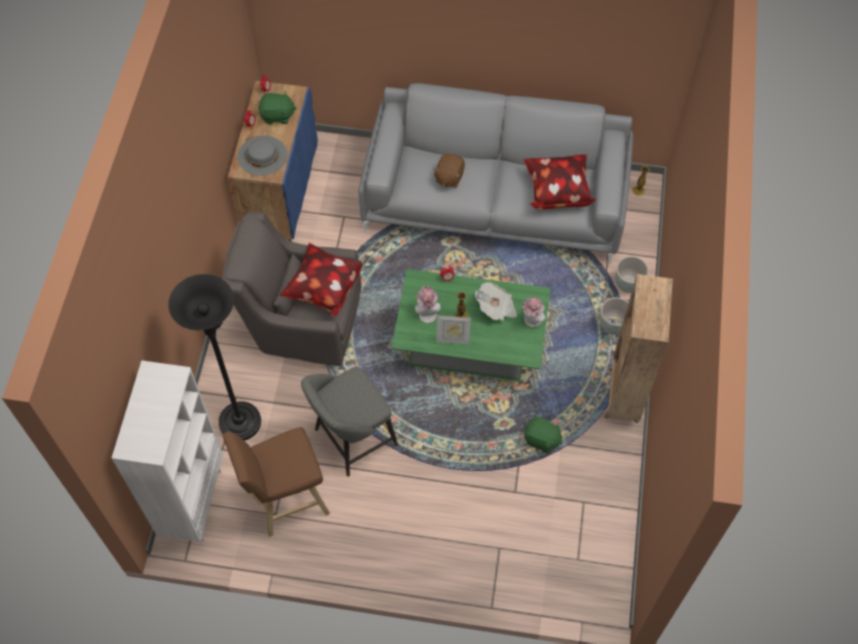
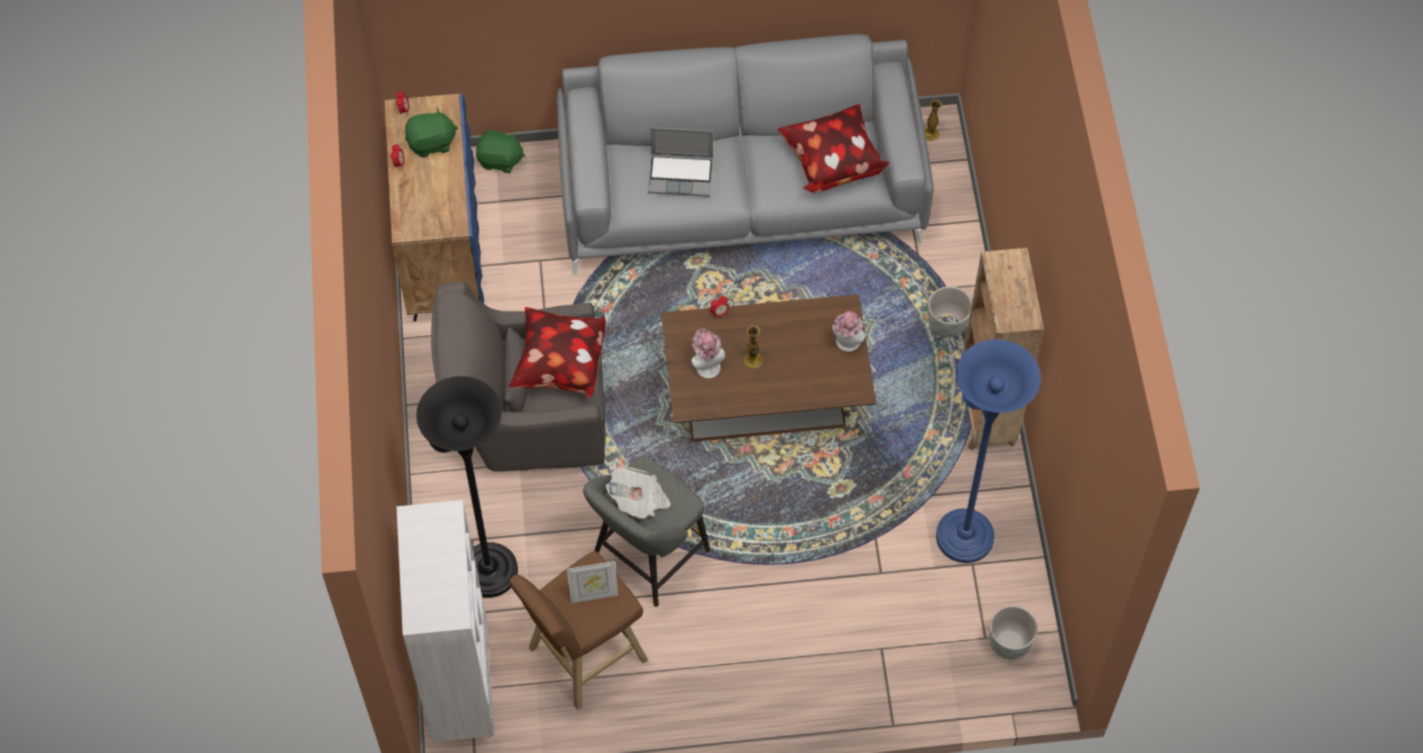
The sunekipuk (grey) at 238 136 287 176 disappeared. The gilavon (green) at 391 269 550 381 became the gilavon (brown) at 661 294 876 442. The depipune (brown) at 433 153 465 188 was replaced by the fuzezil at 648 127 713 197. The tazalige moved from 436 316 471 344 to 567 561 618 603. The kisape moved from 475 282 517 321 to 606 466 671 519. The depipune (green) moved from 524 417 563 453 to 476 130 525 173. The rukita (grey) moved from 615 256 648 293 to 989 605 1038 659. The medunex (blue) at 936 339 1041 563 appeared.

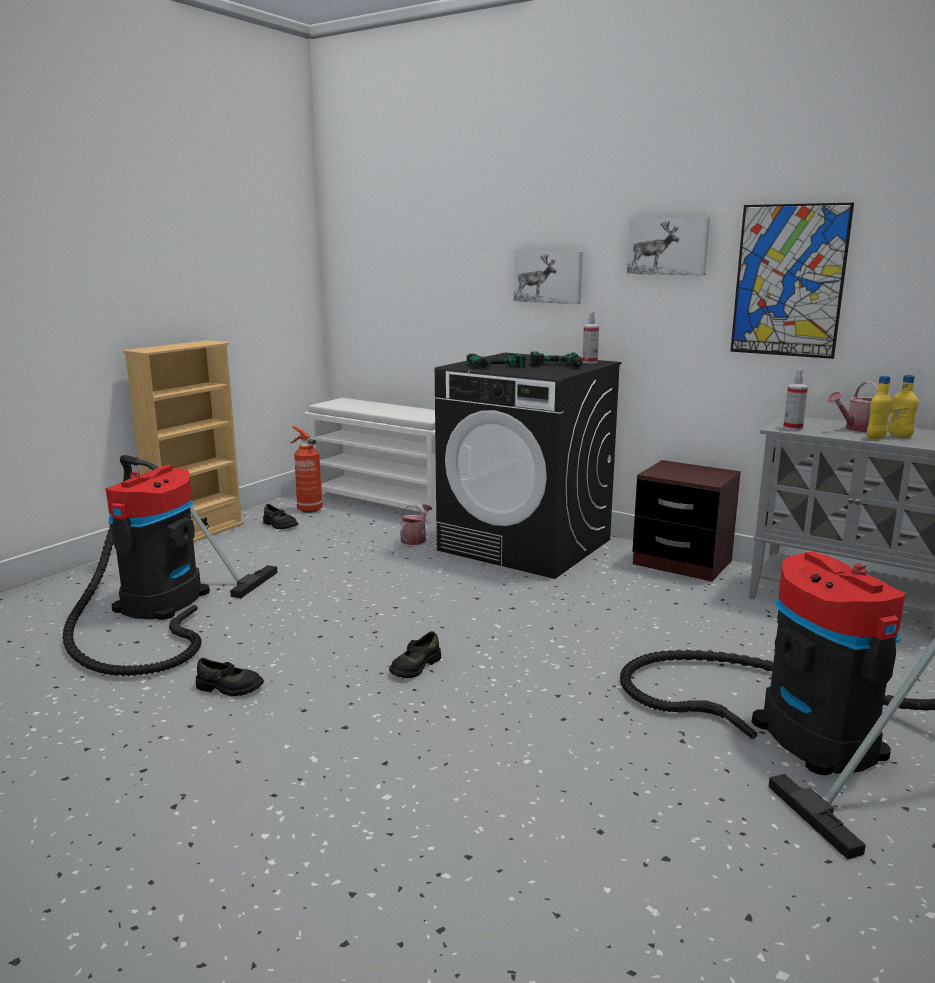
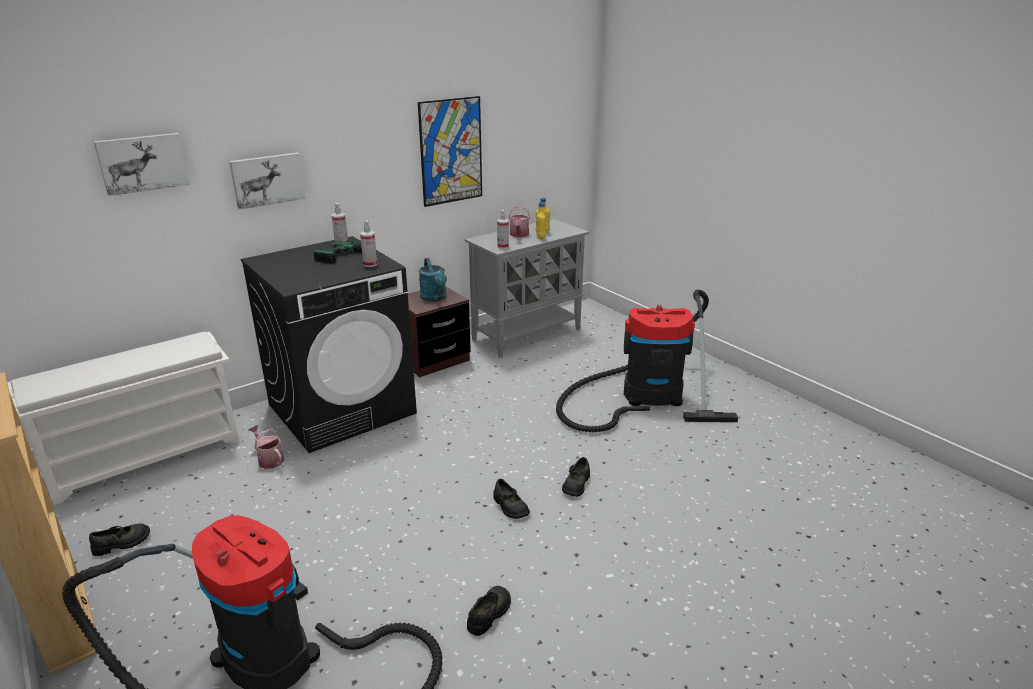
The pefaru at 291 426 323 513 disappeared. The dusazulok at 466 353 525 368 disappeared. The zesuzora moved from 627 217 710 276 to 94 133 190 196. The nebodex at 360 220 377 267 appeared. The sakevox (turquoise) at 419 258 447 302 appeared. The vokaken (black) at 562 457 590 497 appeared.

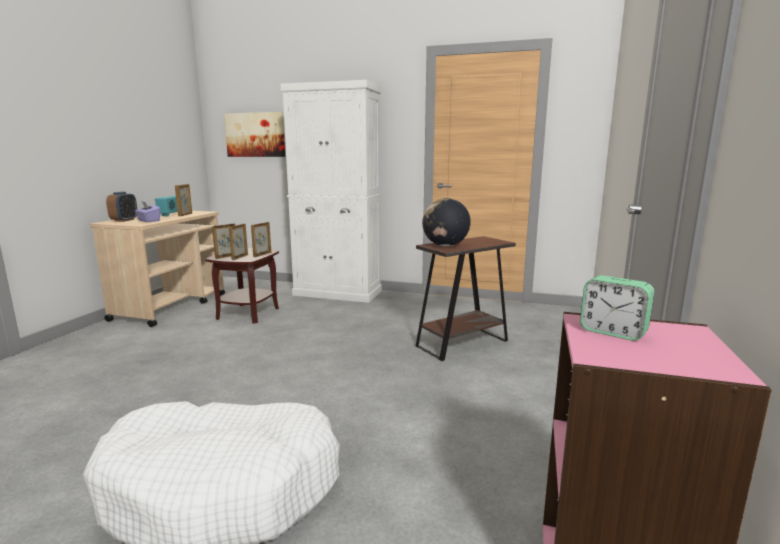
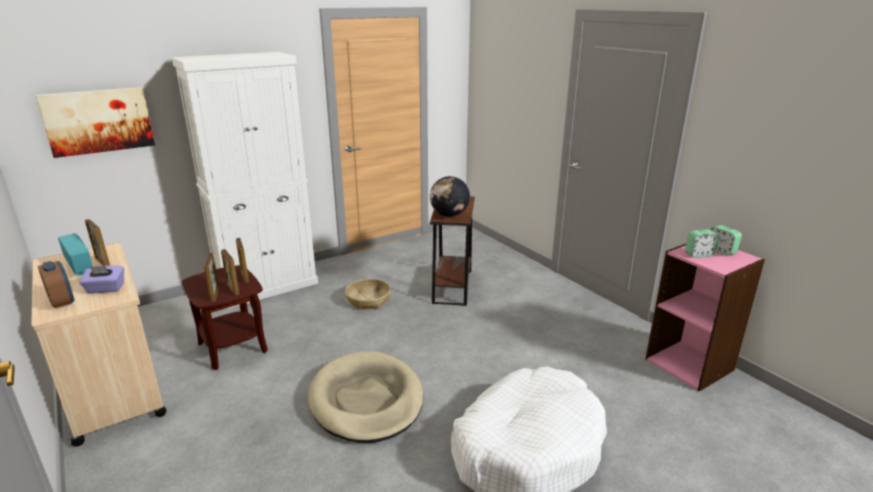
The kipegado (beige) at 308 351 423 443 appeared. The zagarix at 345 279 391 310 appeared. The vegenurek at 710 225 742 256 appeared.

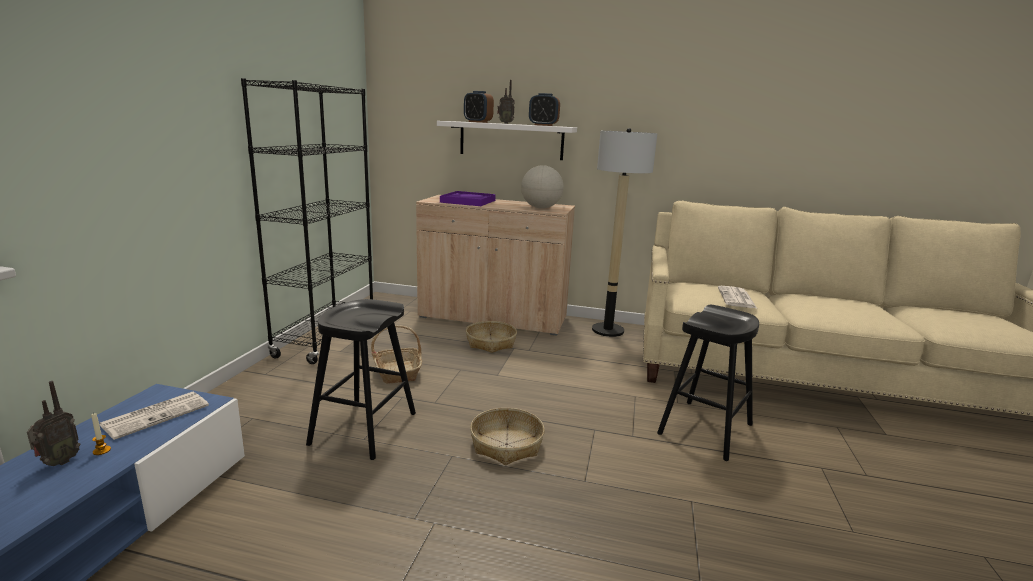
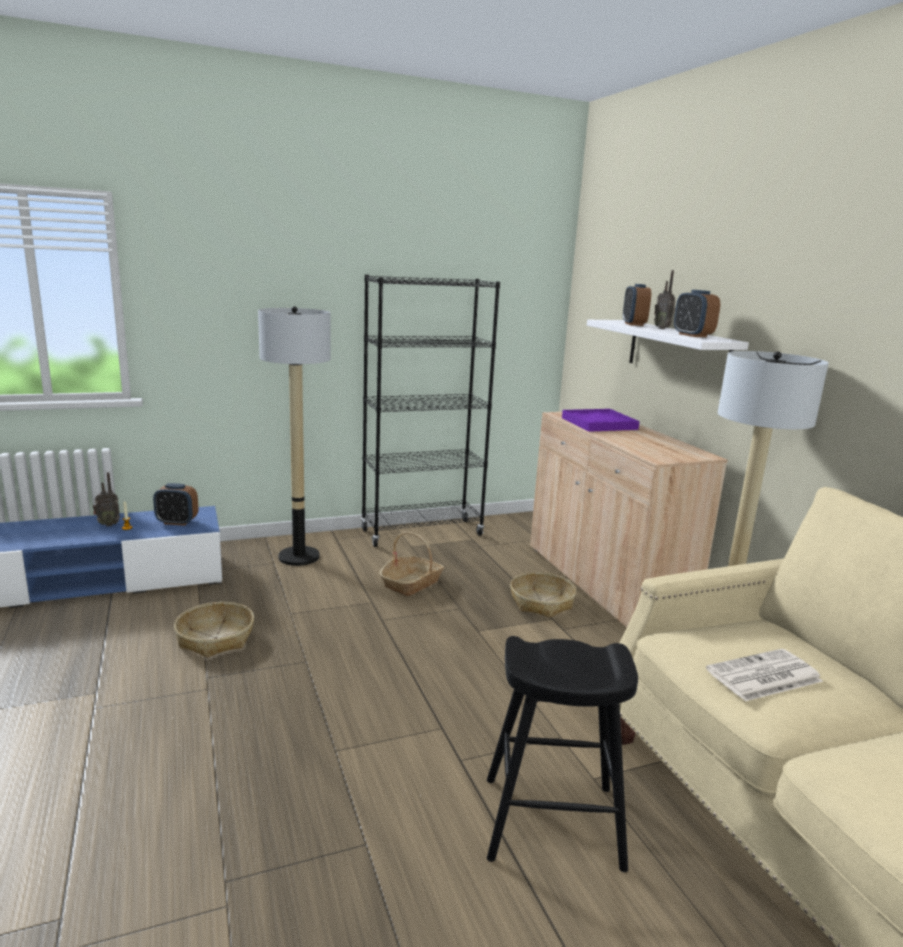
The kisape at 99 392 209 440 was replaced by the vegenurek at 153 483 198 526. The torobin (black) at 306 299 416 460 disappeared. The zagarix moved from 470 408 545 465 to 174 602 254 658. The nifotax at 521 165 564 209 disappeared. The medunex at 258 306 331 566 appeared.

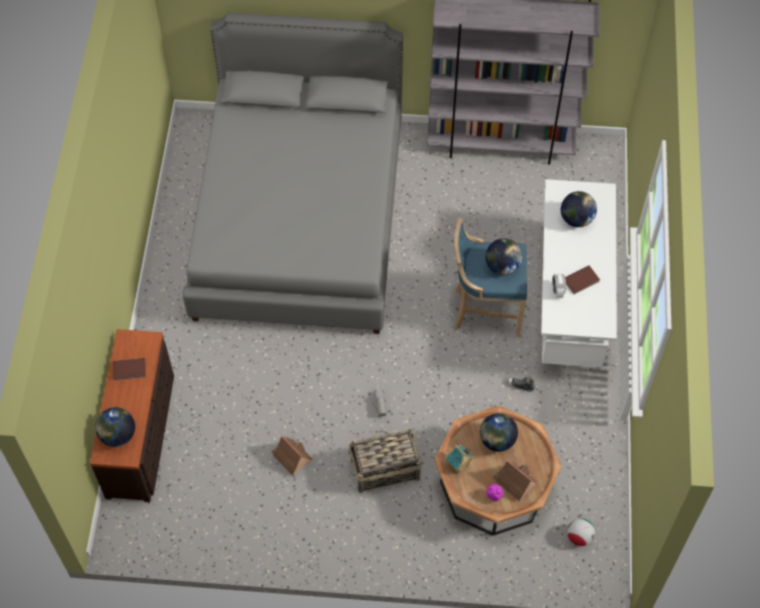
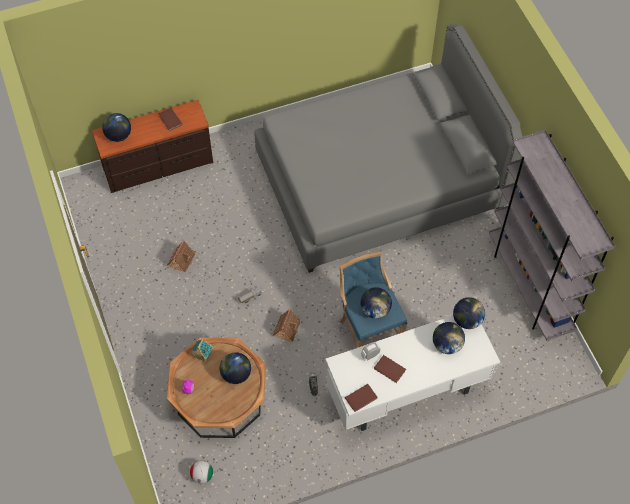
The zagarix at 349 429 422 493 disappeared. The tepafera moved from 493 460 538 501 to 273 308 300 342. The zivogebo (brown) at 345 384 378 412 appeared. The nifotax at 453 297 485 329 appeared.

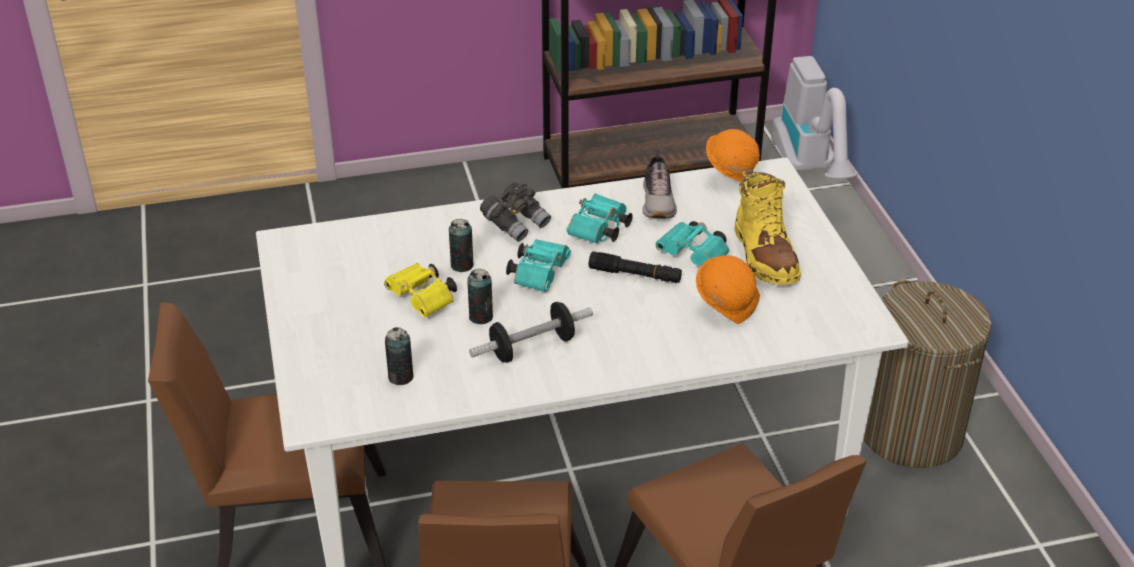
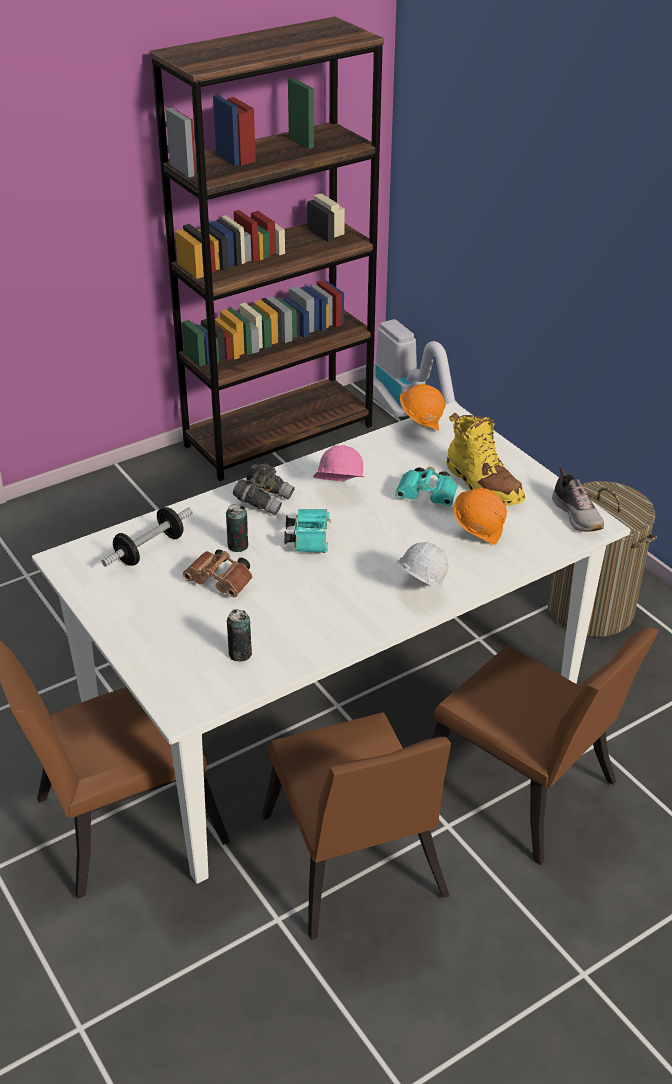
The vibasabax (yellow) at 384 263 457 317 became the vibasabax (brown) at 183 549 253 597. The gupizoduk at 467 269 493 324 disappeared. The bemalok moved from 469 302 593 363 to 101 507 193 567. The vibasabax (turquoise) at 566 193 633 243 was replaced by the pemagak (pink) at 313 445 364 482. The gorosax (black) at 589 251 682 283 disappeared. The vokaken moved from 643 149 677 218 to 552 467 604 532. The pemagak (white) at 397 542 448 587 appeared.

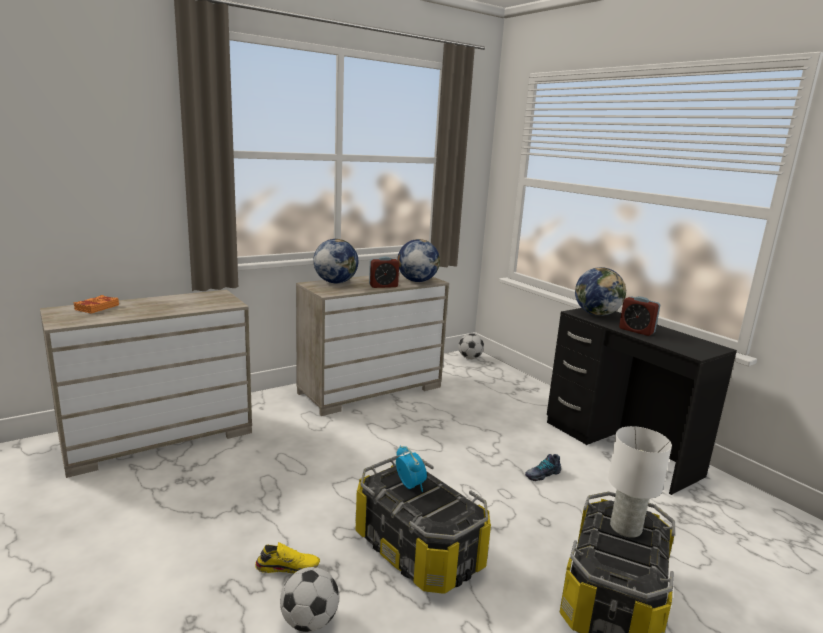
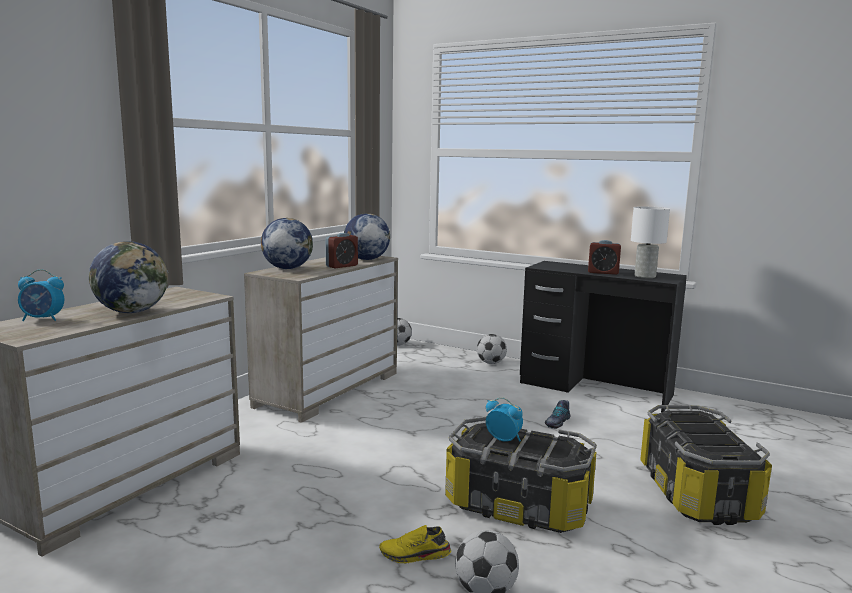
The zivogebo (orange) at 73 295 119 314 was replaced by the vegenurek at 18 269 64 321. The vokaken (yellow) at 255 542 320 574 turned 150 degrees counterclockwise. The nifotax moved from 575 267 627 316 to 89 241 168 313. The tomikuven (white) moved from 608 426 672 538 to 631 207 670 278. The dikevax at 477 334 507 364 appeared.

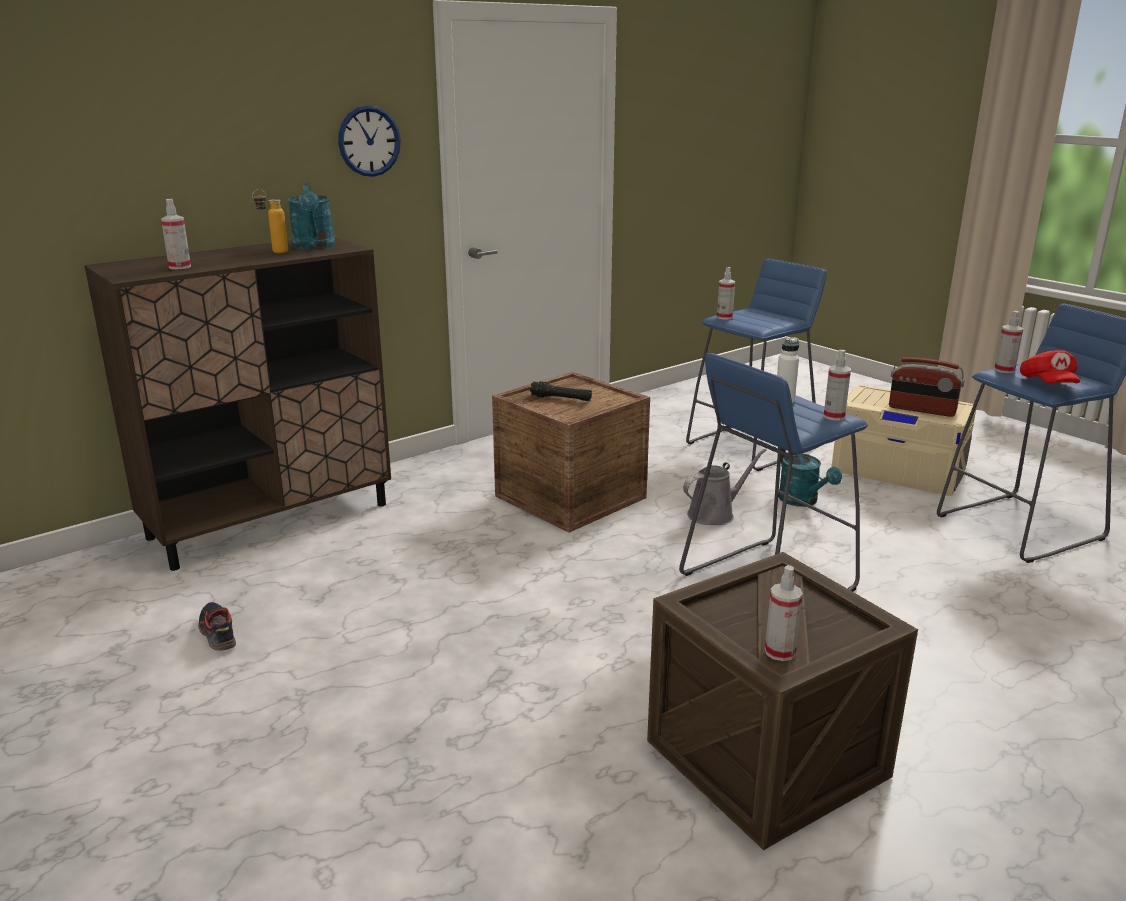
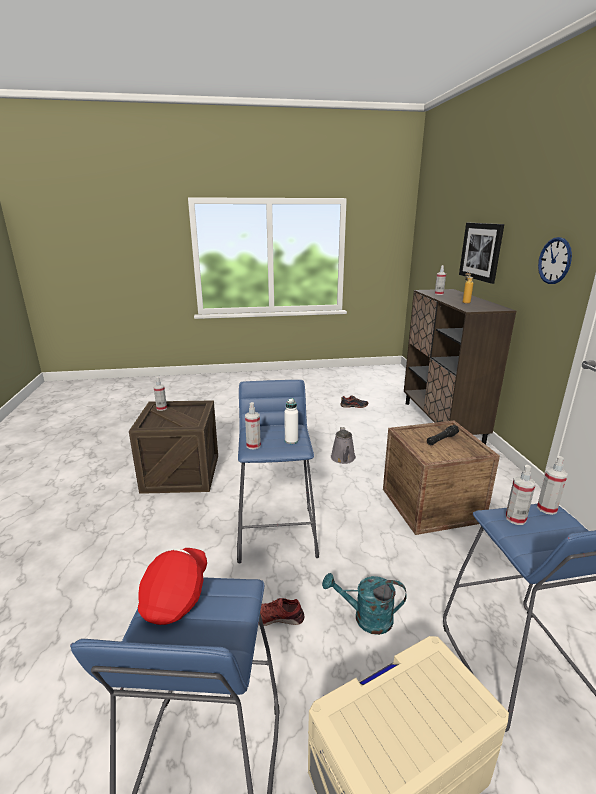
The sakevox (turquoise) at 288 183 336 250 disappeared. The sakevox (grey) moved from 683 449 767 525 to 331 427 356 464. The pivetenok at 889 357 965 417 disappeared. The nebodex moved from 995 311 1023 373 to 505 465 536 525. The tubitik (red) at 1020 350 1080 384 turned 75 degrees clockwise. The vokaken (red) at 258 598 304 626 appeared. The zesuzora at 459 223 504 284 appeared.

